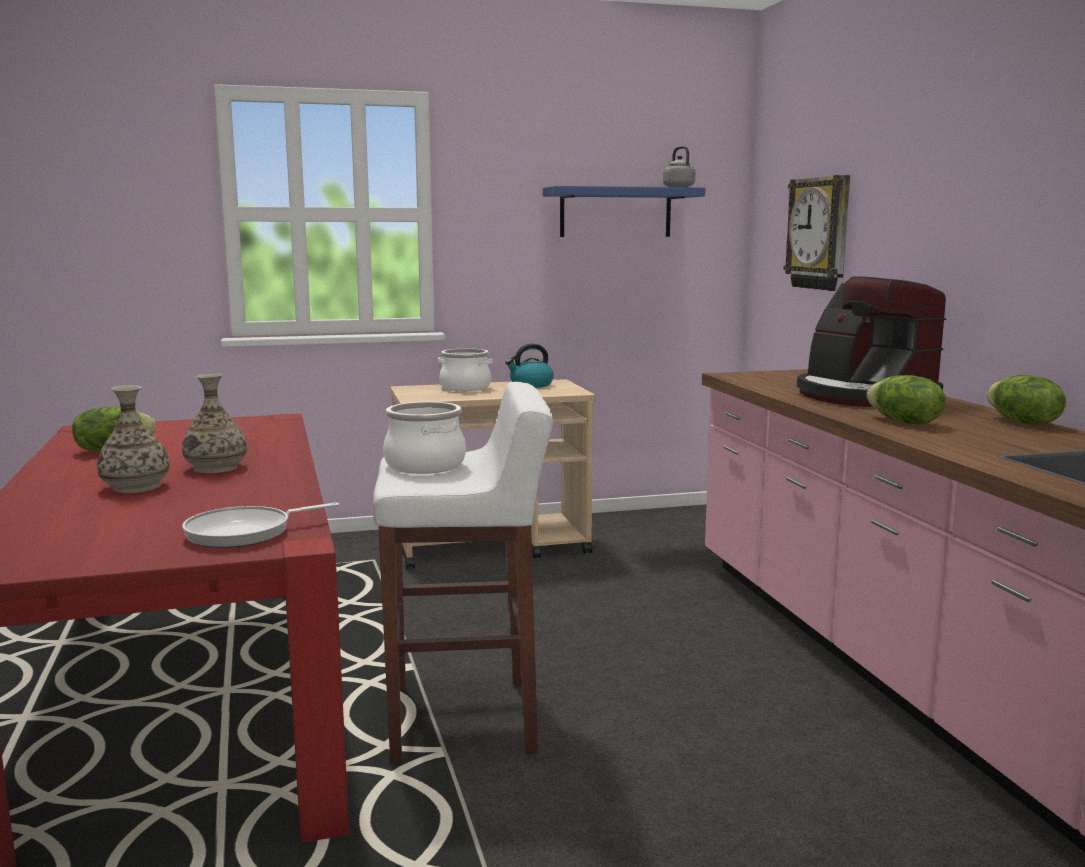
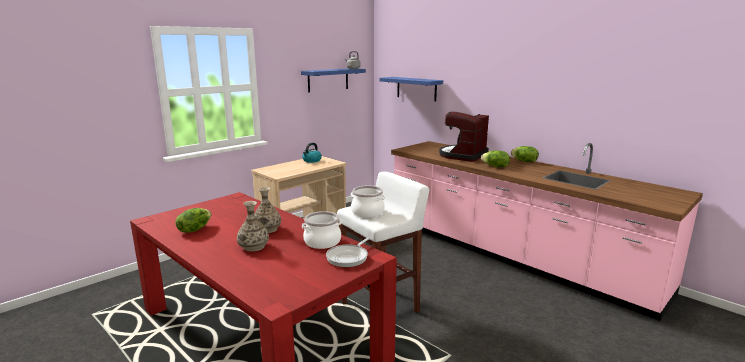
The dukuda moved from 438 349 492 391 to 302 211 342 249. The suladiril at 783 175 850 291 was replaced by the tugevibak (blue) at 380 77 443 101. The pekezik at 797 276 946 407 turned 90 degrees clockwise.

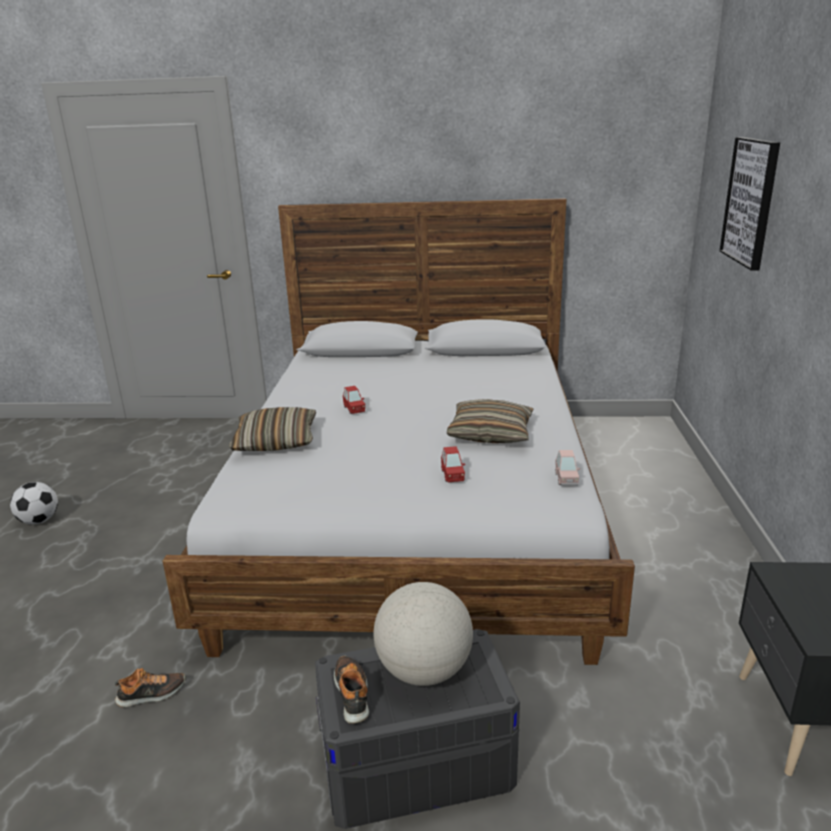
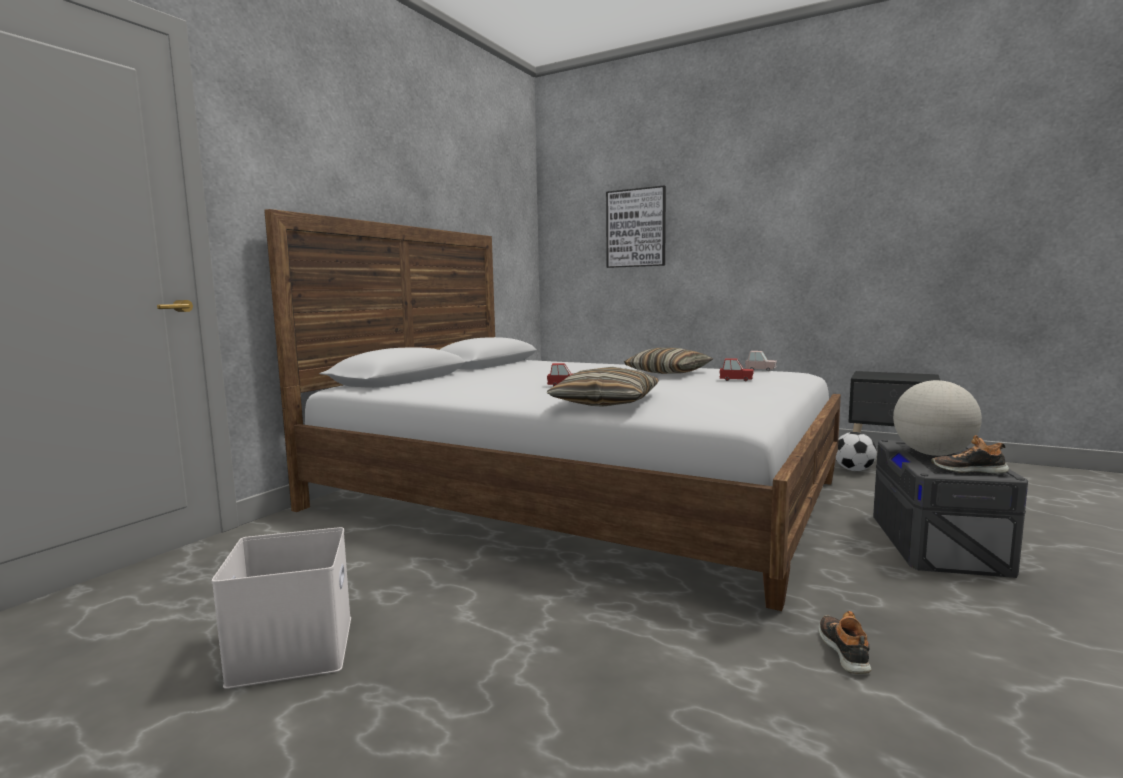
The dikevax moved from 10 482 58 524 to 836 432 877 471. The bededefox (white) at 212 527 351 689 appeared.

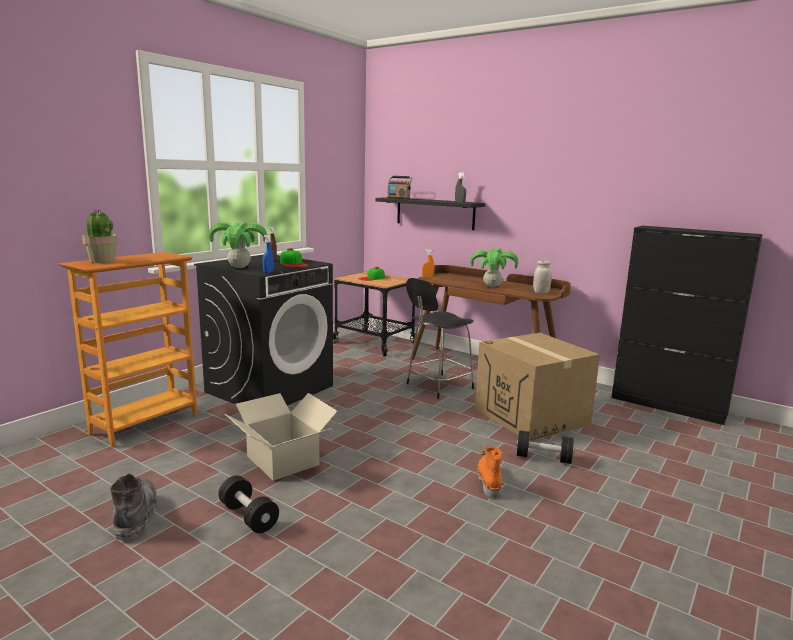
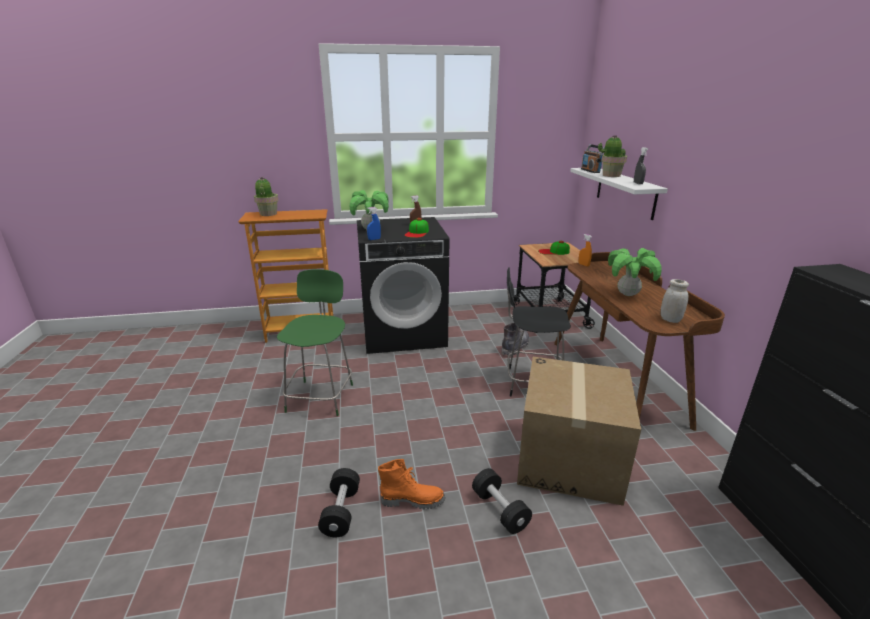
The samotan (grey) moved from 110 474 158 540 to 501 323 529 357. The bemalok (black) moved from 219 475 279 533 to 318 468 360 537. The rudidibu at 225 393 338 481 was replaced by the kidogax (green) at 277 269 353 416. The tugevibak (black) at 375 197 485 230 became the tugevibak (white) at 570 168 668 220. The samotan (orange) at 477 444 504 499 turned 45 degrees clockwise. The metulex at 598 135 627 177 appeared.

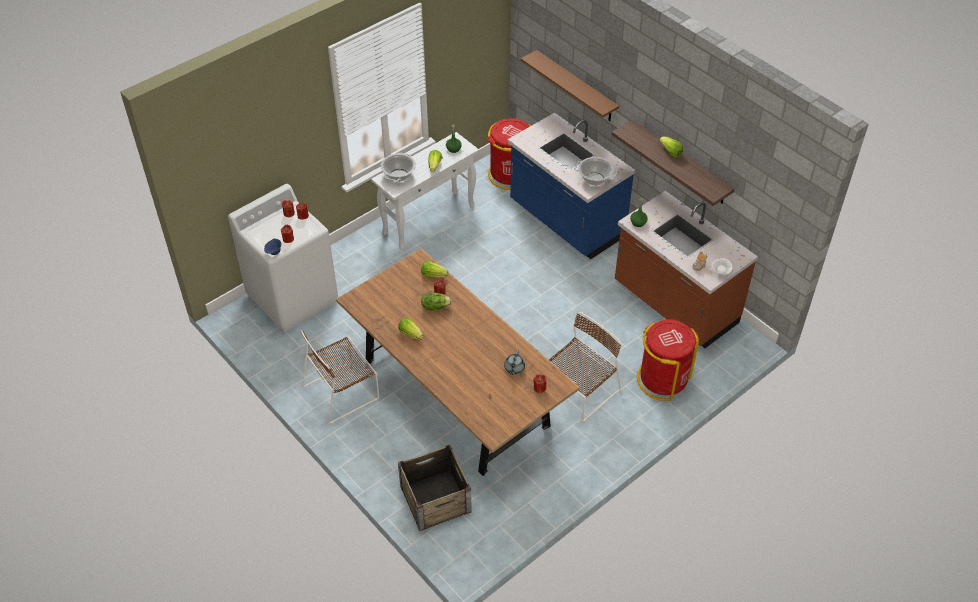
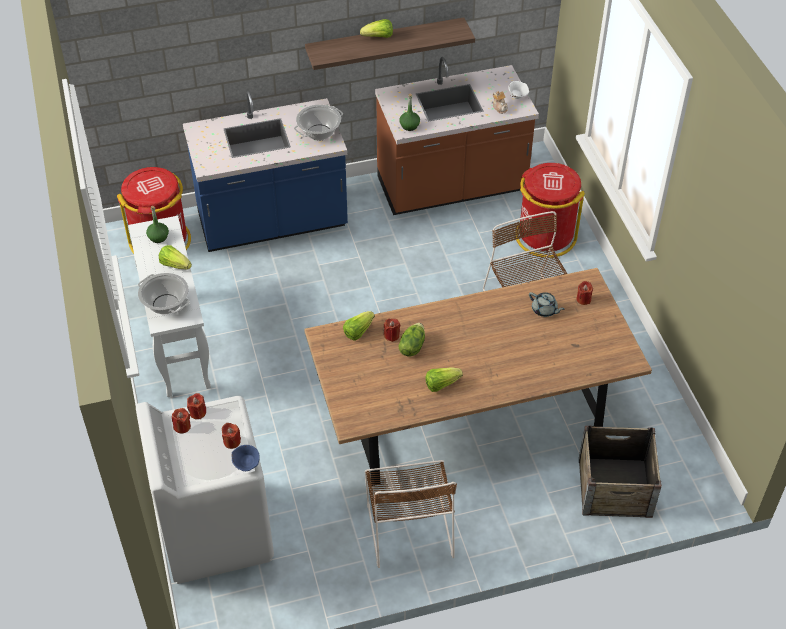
The tugevibak (brown) at 521 50 619 121 disappeared.

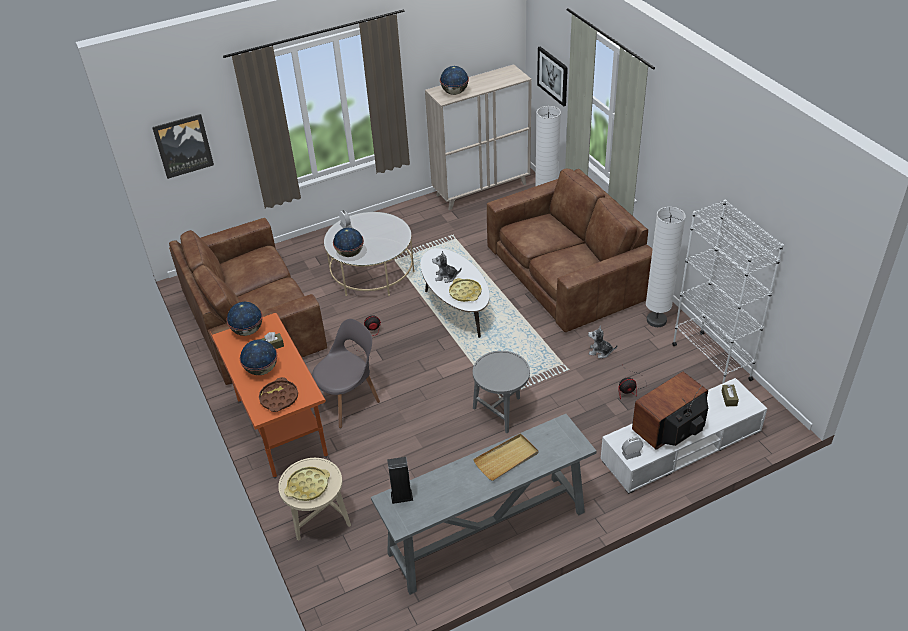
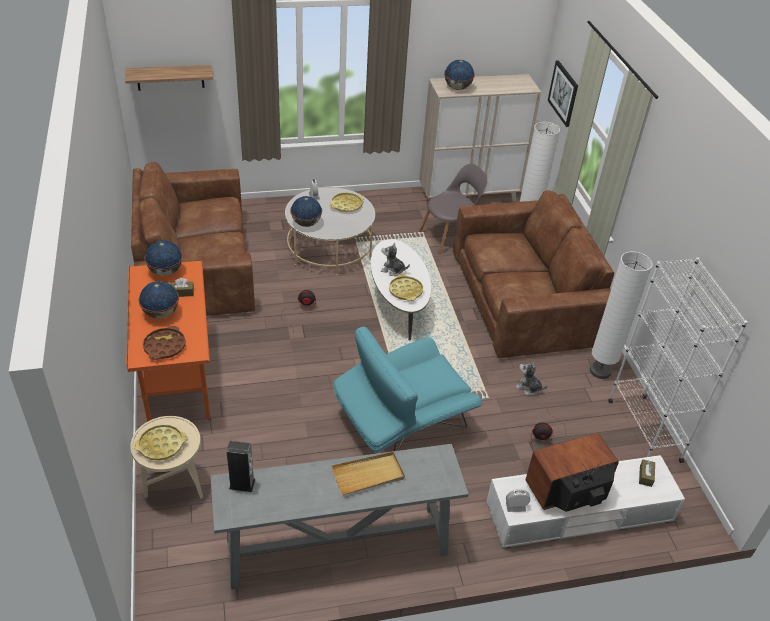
The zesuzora at 152 114 214 179 was replaced by the tugevibak at 125 65 213 91. The kidogax (grey) moved from 312 319 380 428 to 419 164 487 254. The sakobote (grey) at 473 351 530 433 was replaced by the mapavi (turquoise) at 333 327 483 453. The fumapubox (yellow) at 330 192 364 212 appeared.

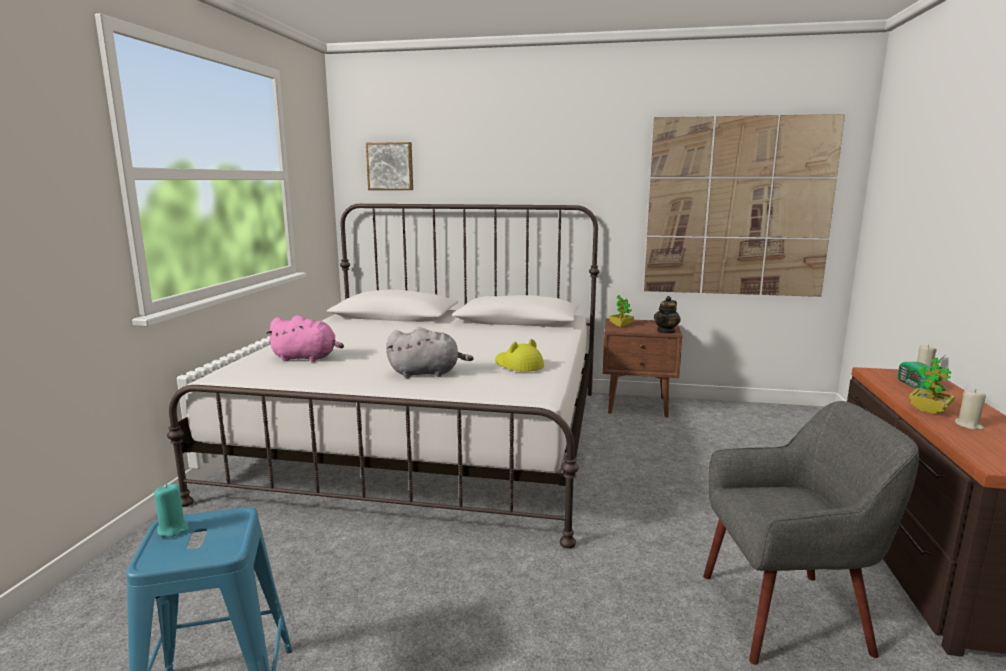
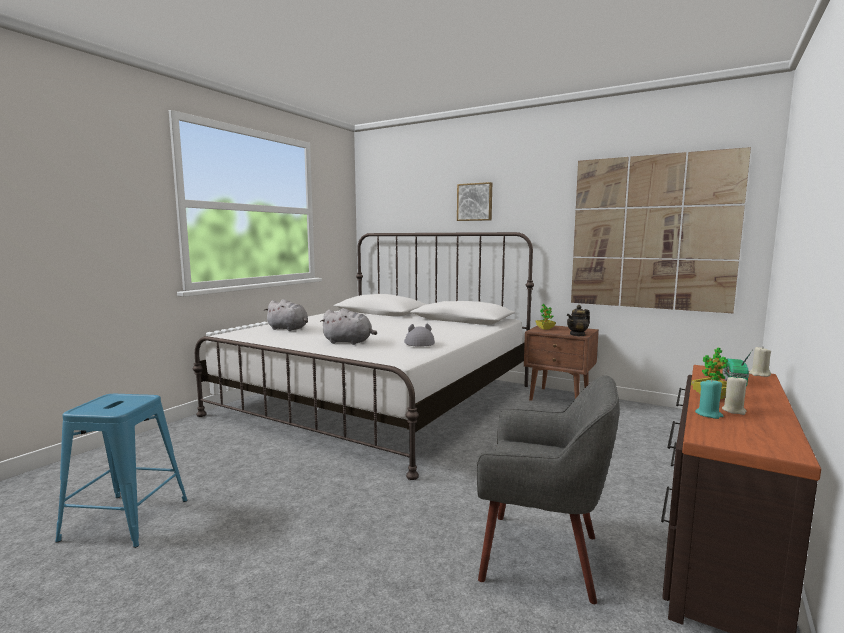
The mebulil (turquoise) moved from 154 484 189 537 to 695 379 723 419. The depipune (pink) at 266 315 344 362 became the depipune (grey) at 264 299 308 331. The zesuzora moved from 366 142 413 190 to 457 182 492 221. The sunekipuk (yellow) at 495 339 544 372 became the sunekipuk (grey) at 404 324 435 347.

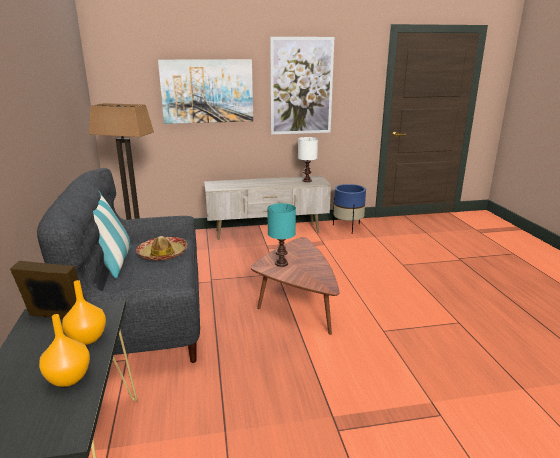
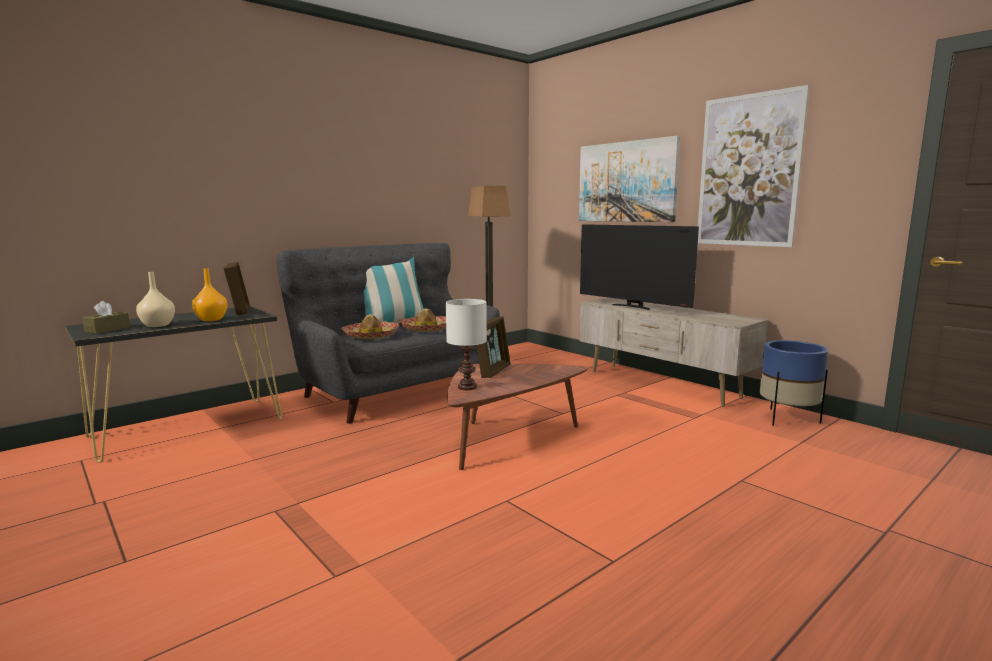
The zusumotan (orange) at 39 314 90 387 became the zusumotan (beige) at 136 272 175 327. The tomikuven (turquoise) at 267 203 296 267 was replaced by the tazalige at 476 316 511 378. The tomikuven (white) moved from 298 137 318 182 to 446 299 487 390. The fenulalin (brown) at 82 301 130 334 appeared. The sunekipuk at 341 314 399 339 appeared. The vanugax at 580 224 699 310 appeared.

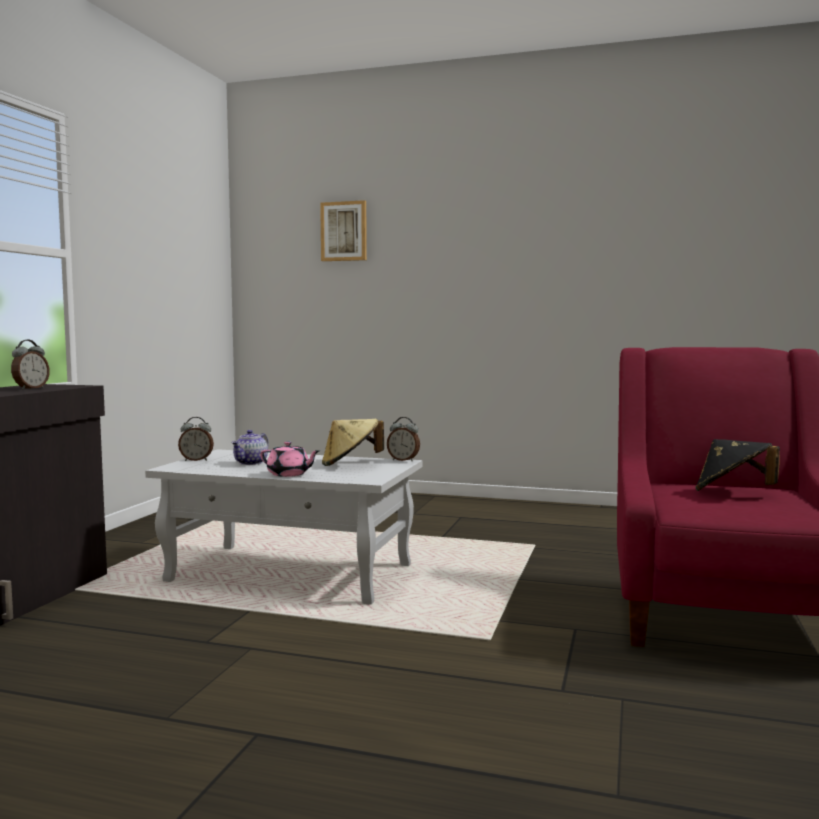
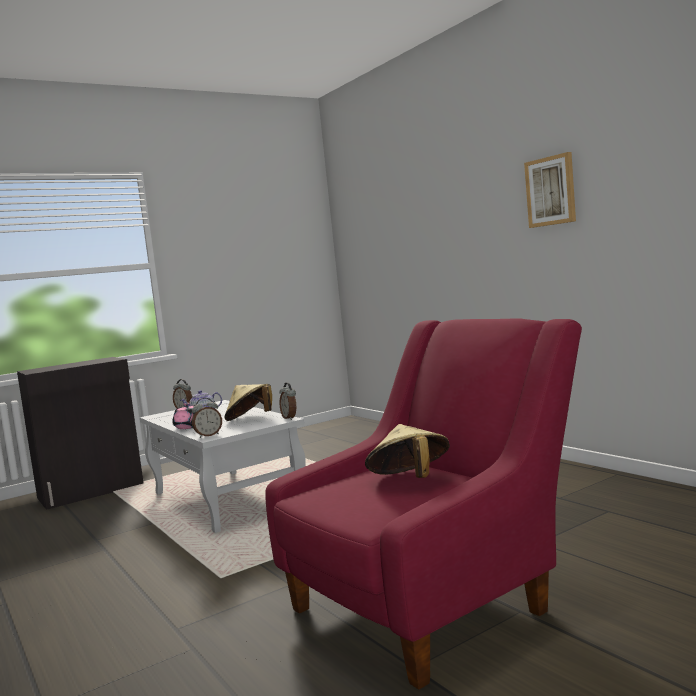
The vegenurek moved from 11 340 50 390 to 192 398 222 438. The zesuzora moved from 320 200 367 261 to 524 152 576 228. The sunekipuk (black) at 695 439 780 491 became the sunekipuk (beige) at 365 424 450 478.

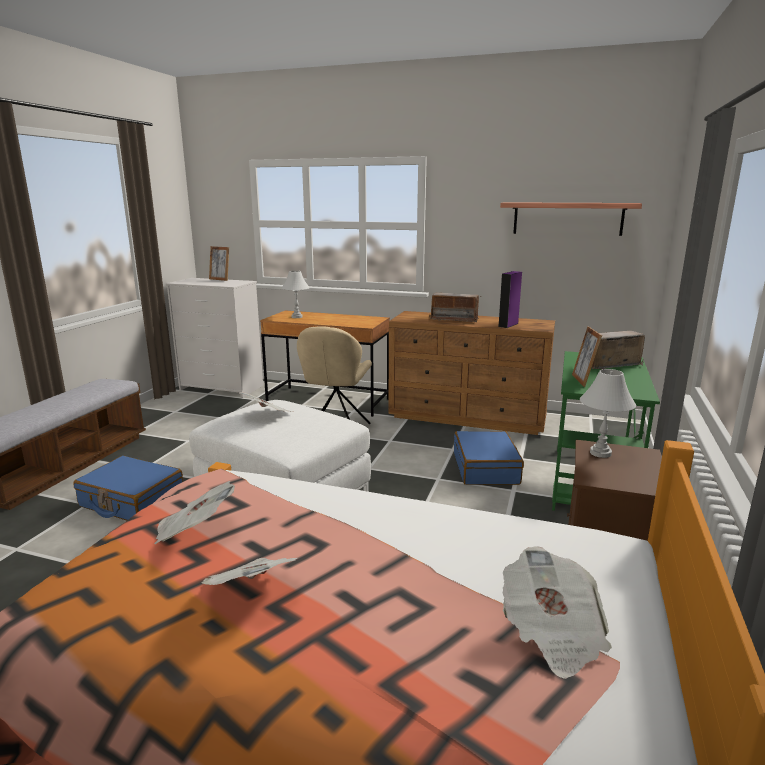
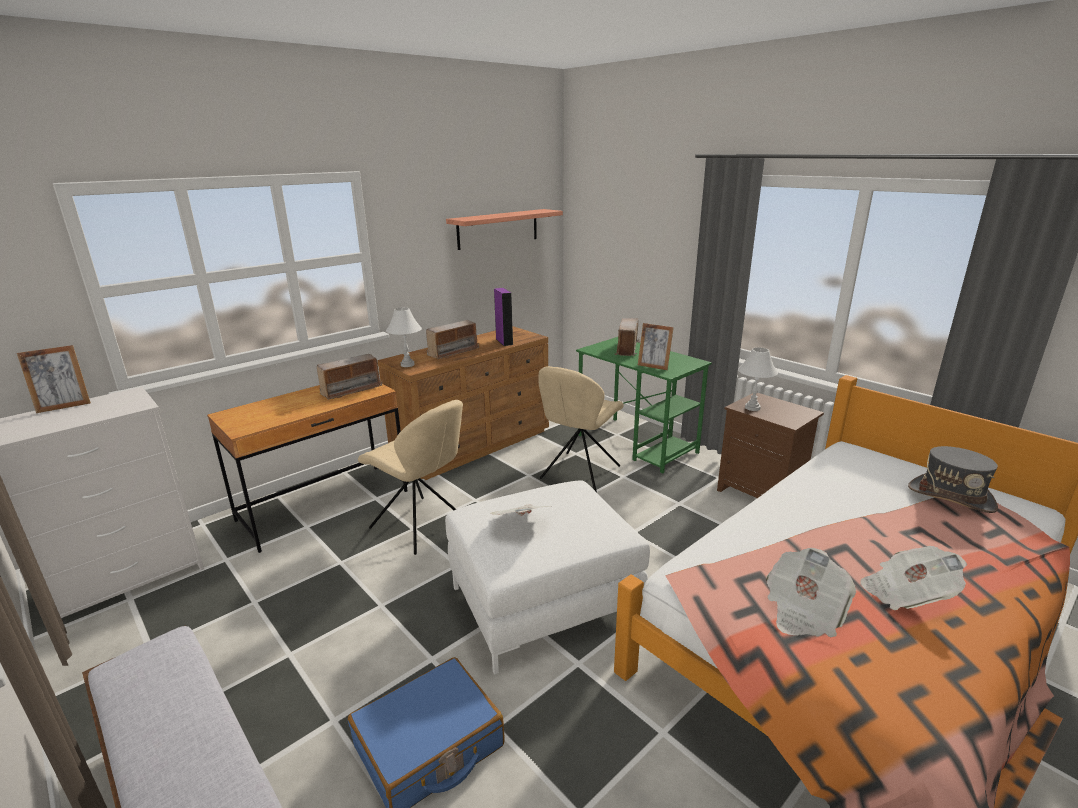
The tomikuven (white) moved from 282 271 310 318 to 386 307 422 367. The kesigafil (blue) at 454 431 524 485 was replaced by the kidogax (beige) at 538 366 624 492. The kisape at 503 546 612 679 was replaced by the sunekipuk (grey) at 908 446 998 513. The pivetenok at 317 354 382 400 appeared.

